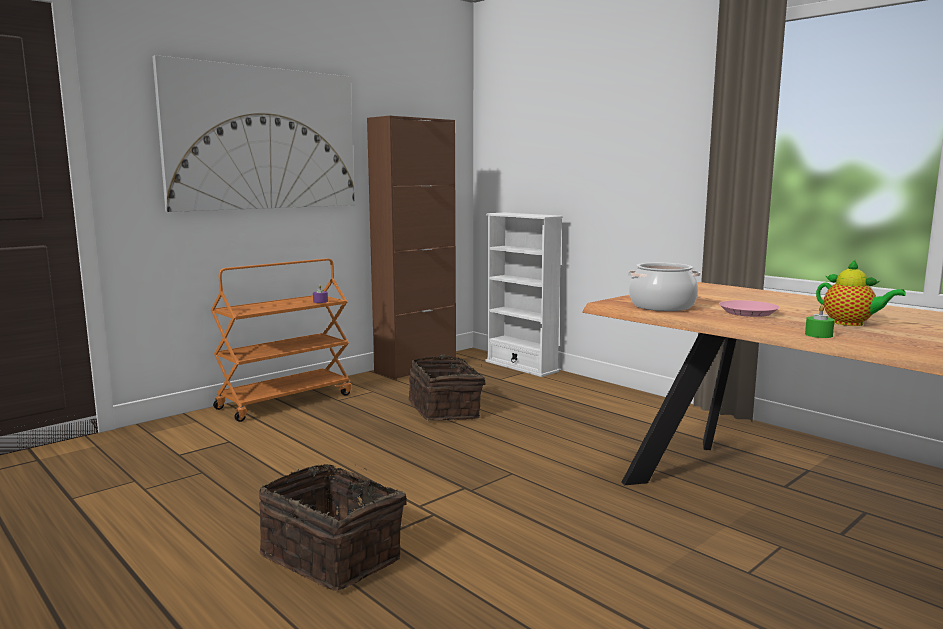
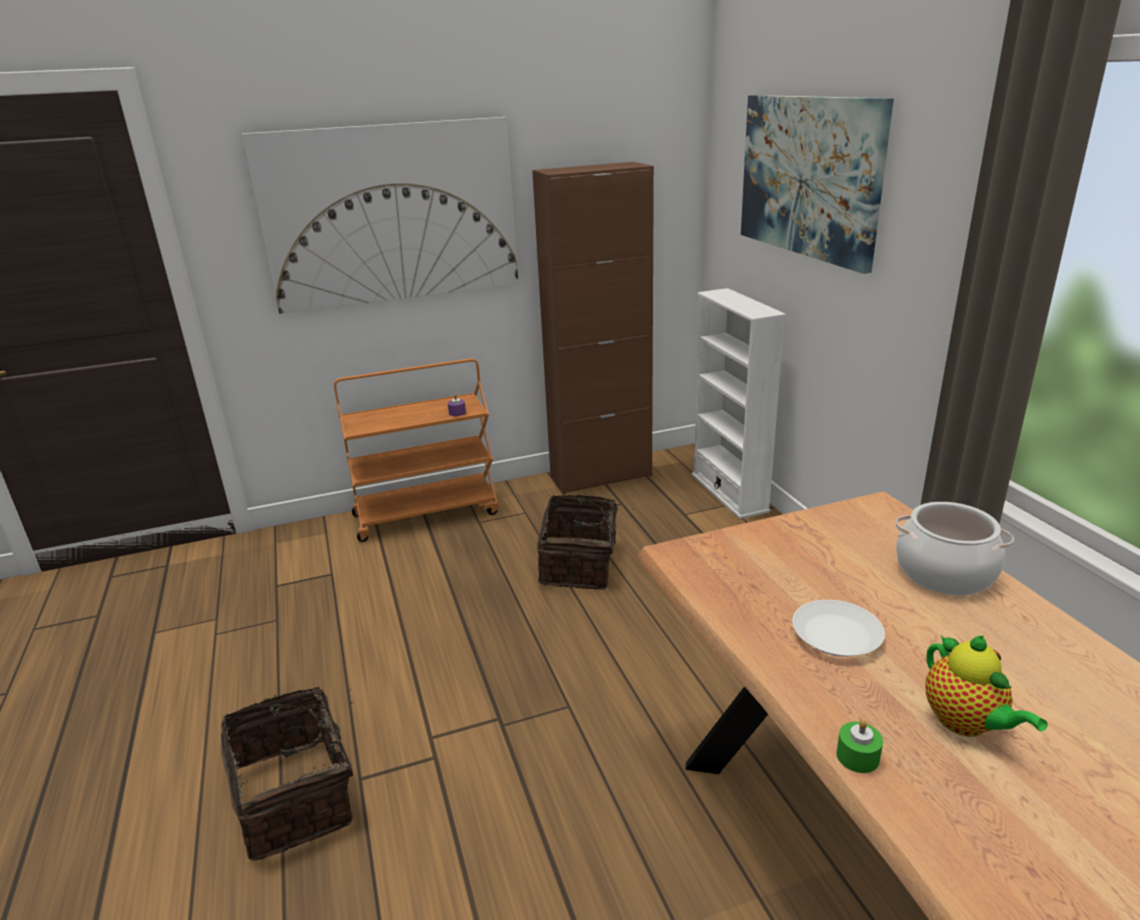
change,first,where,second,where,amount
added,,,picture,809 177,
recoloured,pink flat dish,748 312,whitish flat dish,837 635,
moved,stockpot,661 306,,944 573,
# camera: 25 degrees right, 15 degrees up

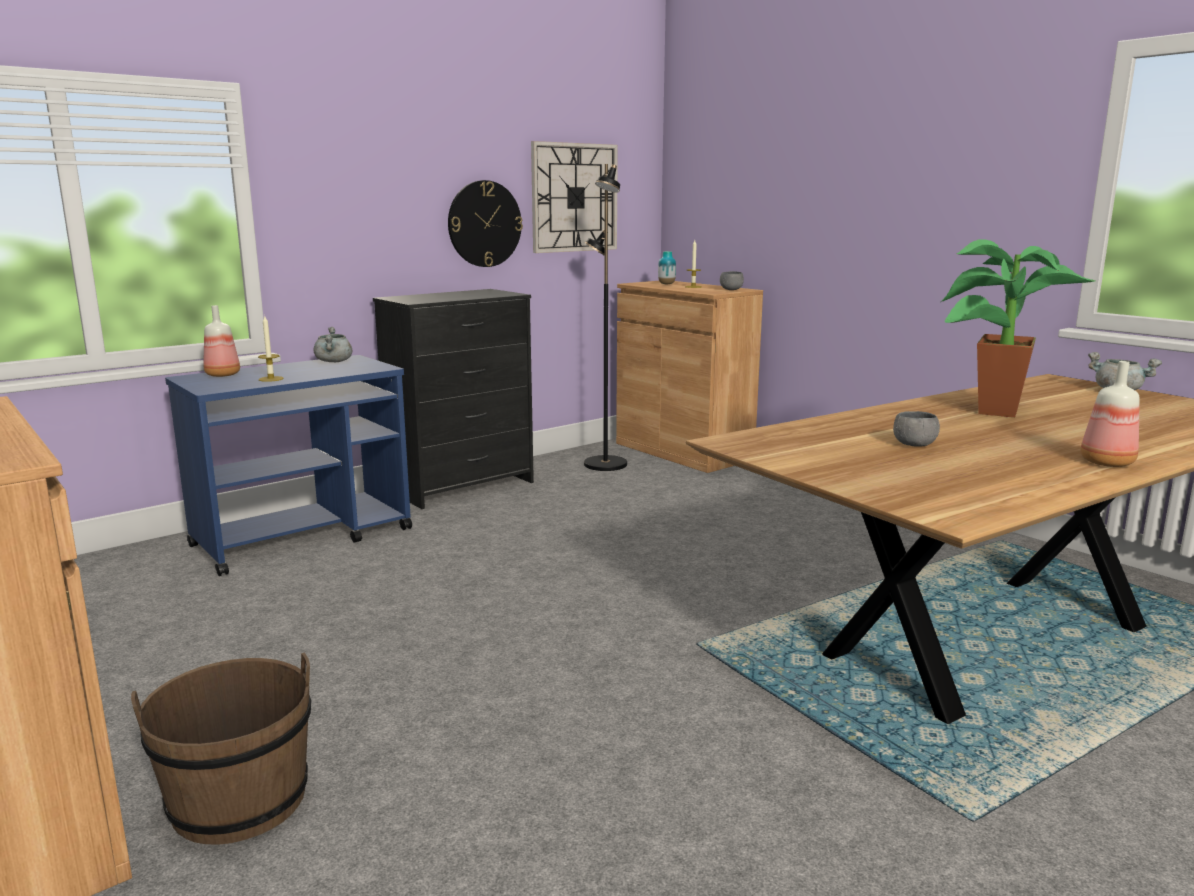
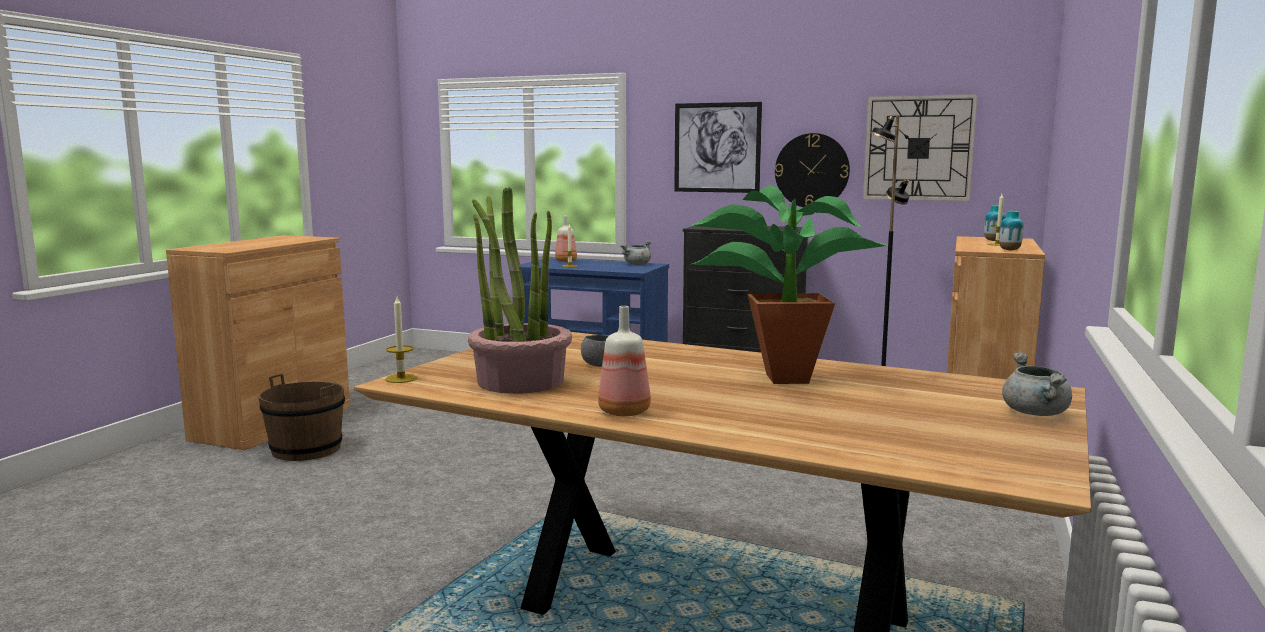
change,first,where,second,where,amount
added,,,wax candle,401 378,
added,,,houseplant,520 381,
added,,,picture,717 147,
replaced,gray deep dish,731 290,vase,1009 250,
# camera: 60 degrees right, 5 degrees down

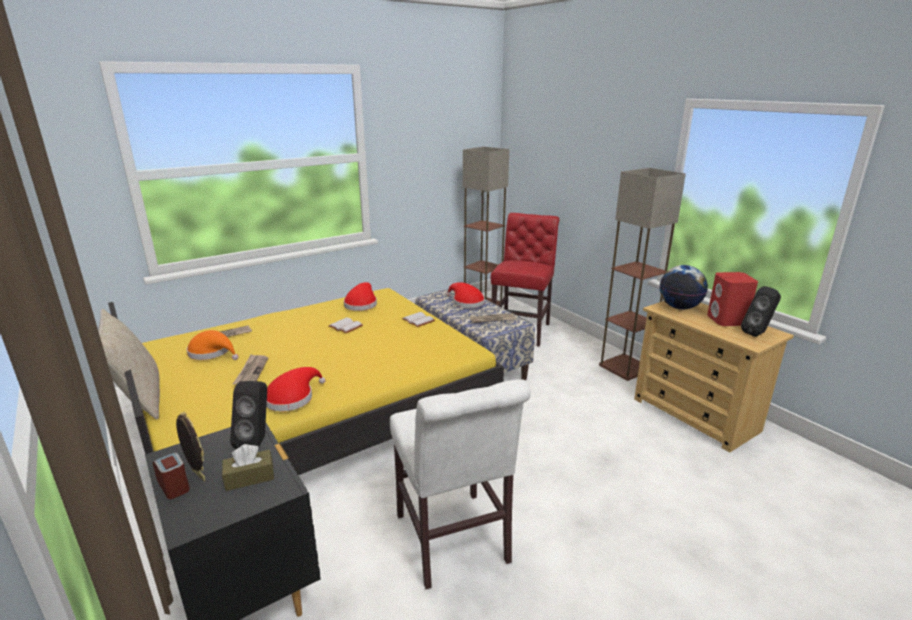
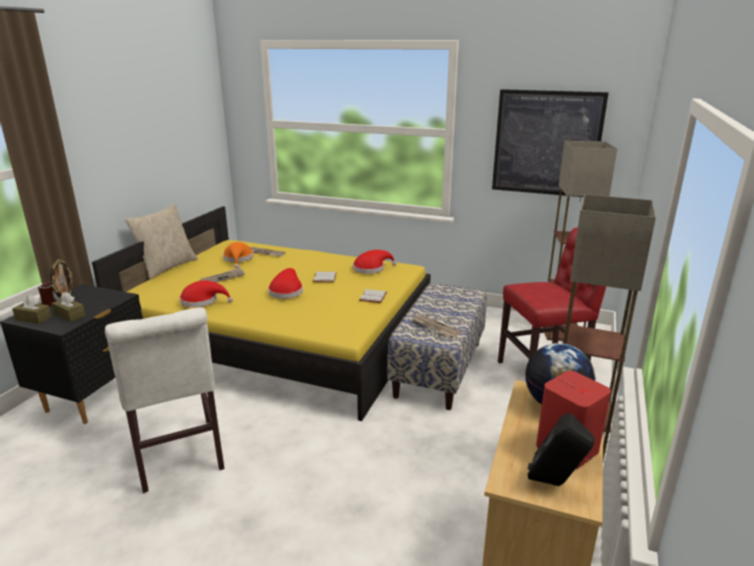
change,first,where,second,where,amount
added,,,brownish tissue box,33 318,
turned,whitish plain chair,454 543,,179 458,60 degrees counterclockwise
moved,red-coloured clothing hat,466 302,,286 291,
added,,,picture,546 143,
removed,black loudspeaker,257 442,,,
# camera: 55 degrees right, 0 degrees up

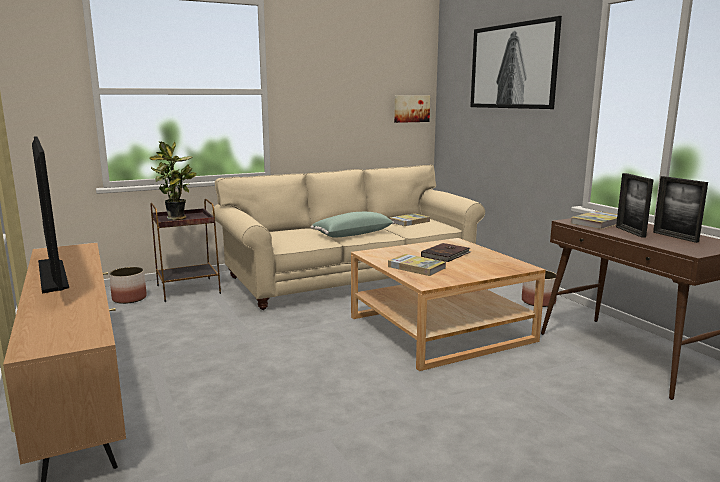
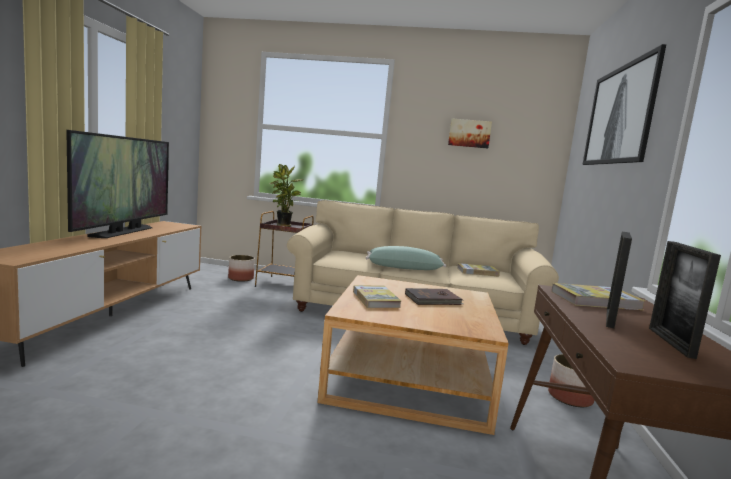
change,first,where,second,where,amount
moved,picture,411 109,,469 133,
# camera: 35 degrees right, 5 degrees down

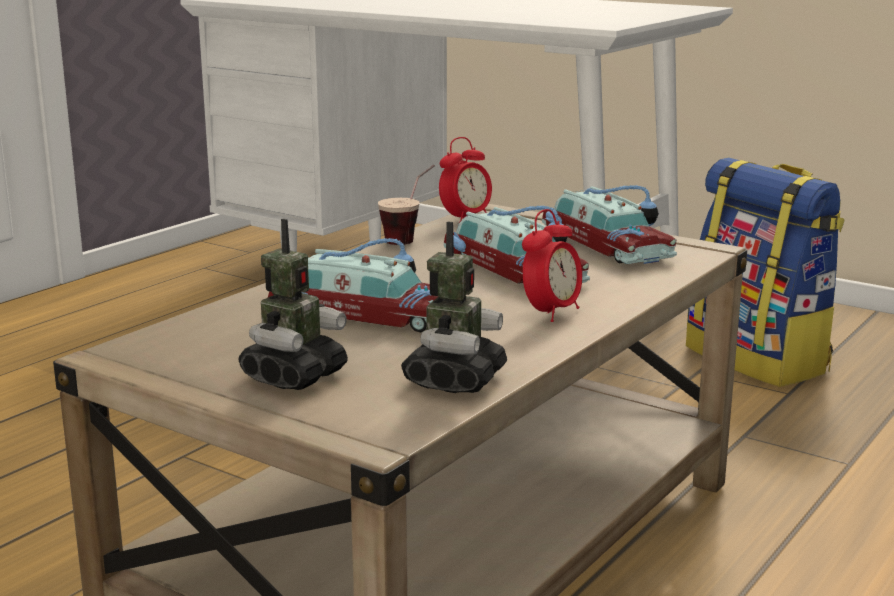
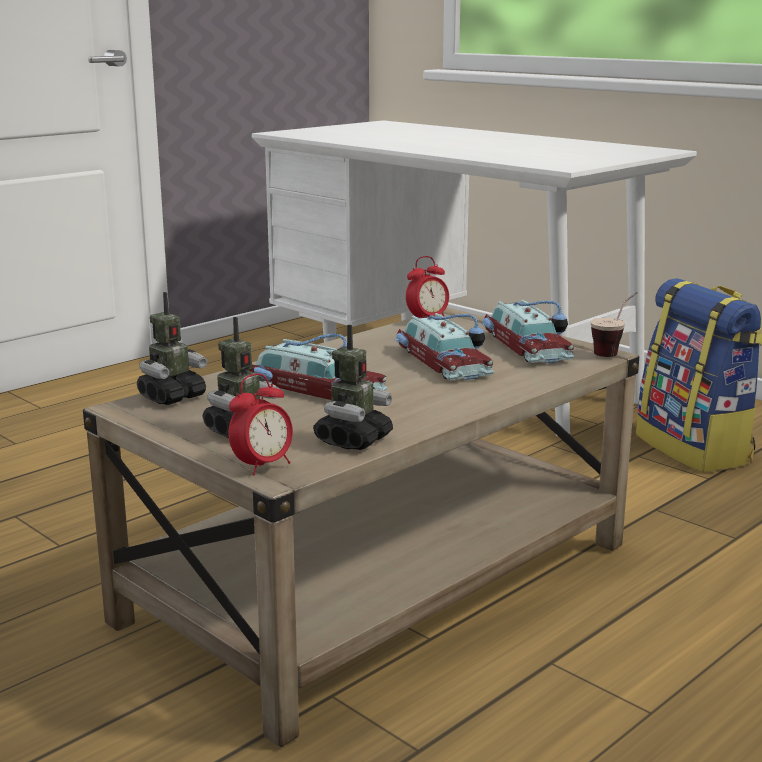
change,first,where,second,where,amount
added,,,model robot,172 397,
moved,bedside clock,551 313,,263 466,
moved,small cup,410 238,,614 351,
# camera: 10 degrees right, 0 degrees up

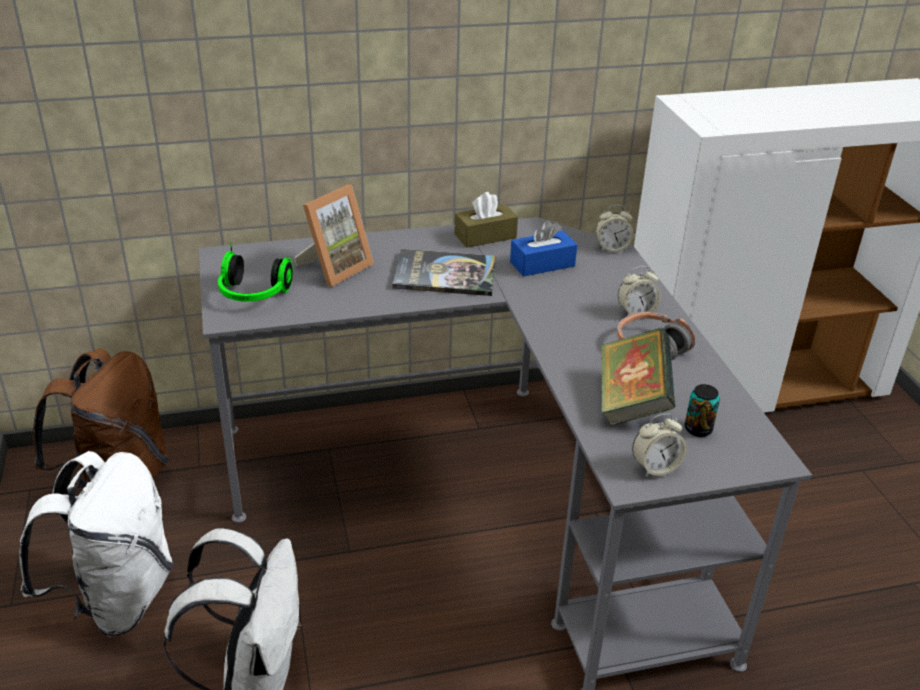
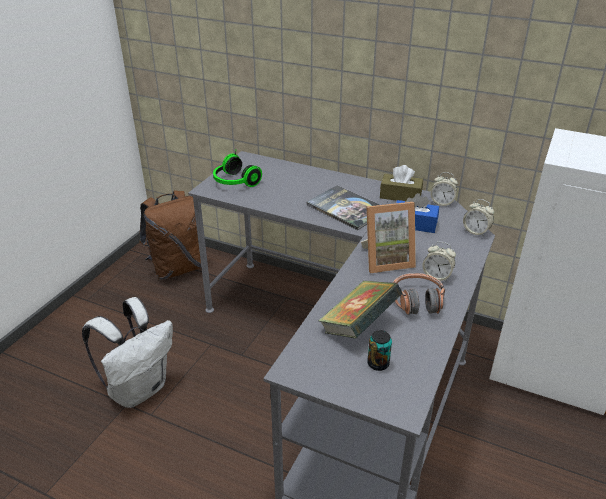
change,first,where,second,where,amount
moved,photo frame,335 268,,386 260,
moved,bedside clock,655 467,,442 203,
removed,whitish knapsack,117 599,,,
# camera: 40 degrees right, 0 degrees up

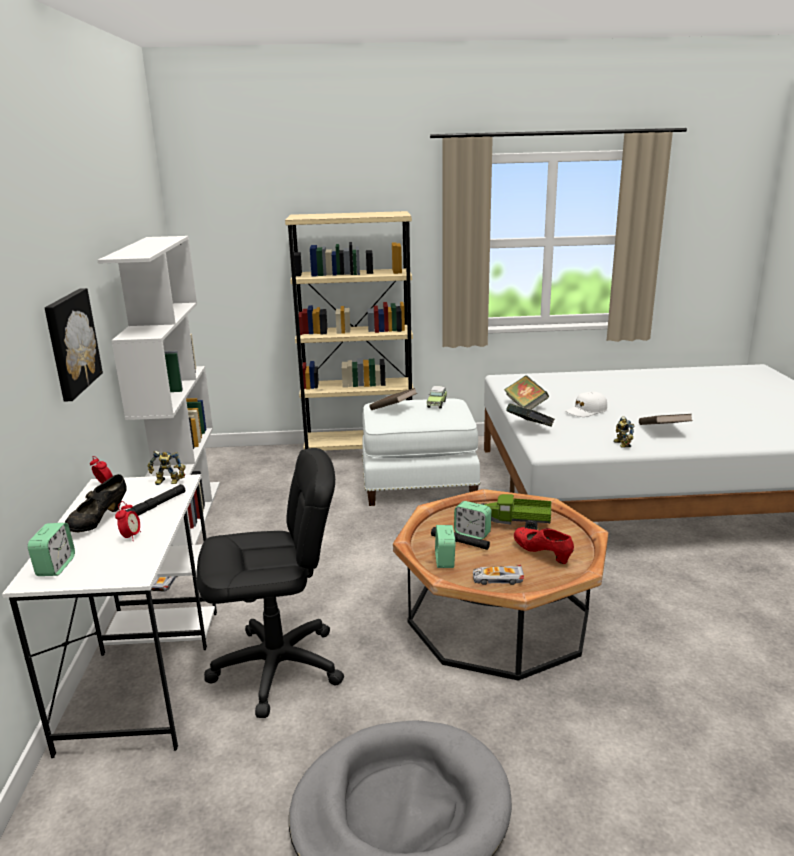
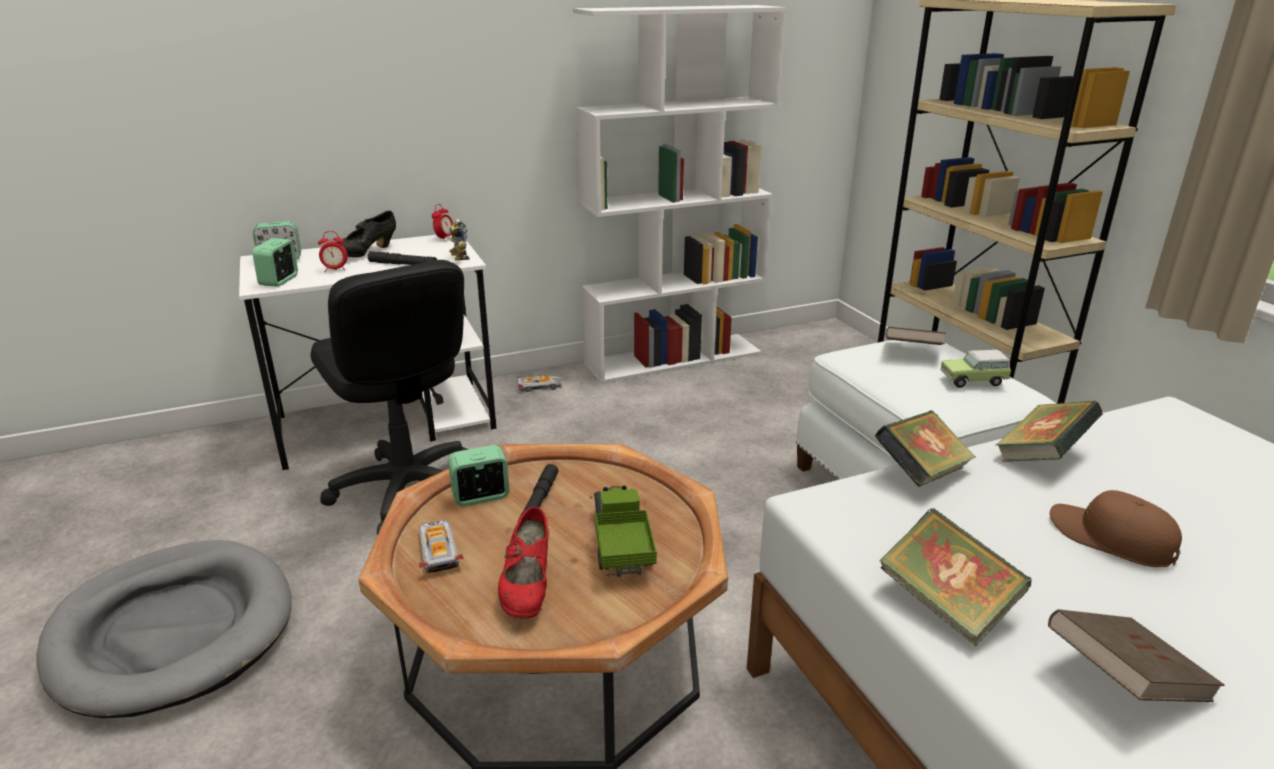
change,first,where,second,where,amount
moved,bedside clock,472 533,,279 281,
turned,black shoe,99 521,,367 253,60 degrees counterclockwise
turned,red-coloured shoe,542 554,,527 588,150 degrees clockwise
replaced,model robot,621 444,volume,946 604,
recoloured,whitish peaked cap,586 411,brownish peaked cap,1111 538,
removed,picture,70 343,,,
# camera: 70 degrees right, 5 degrees up

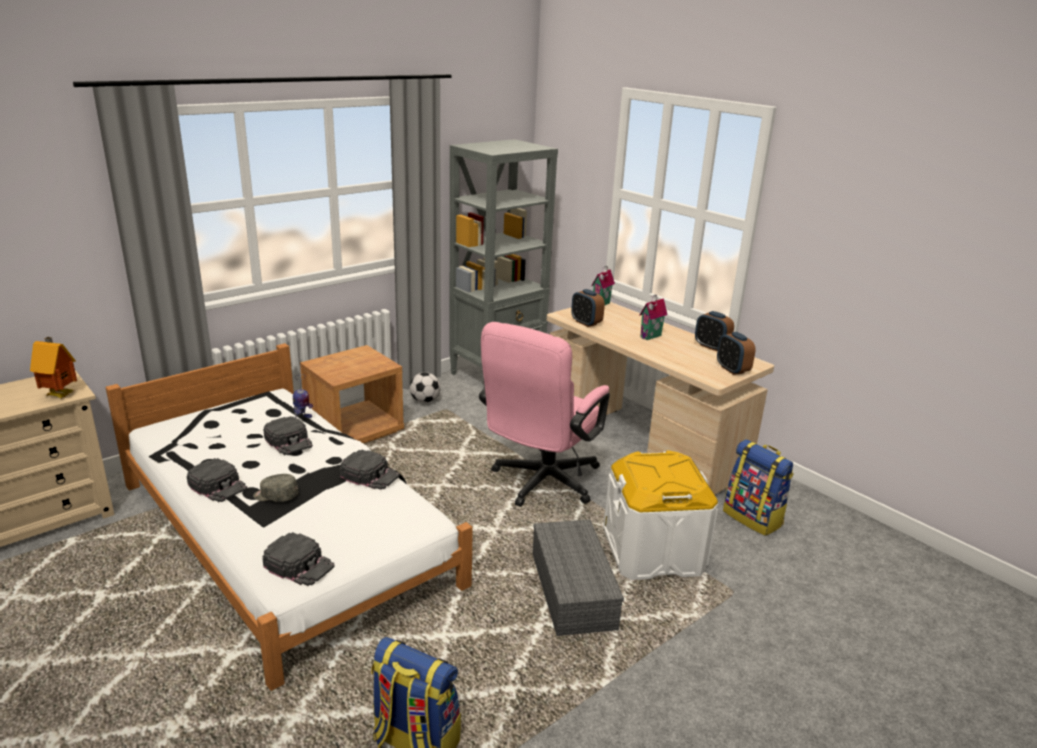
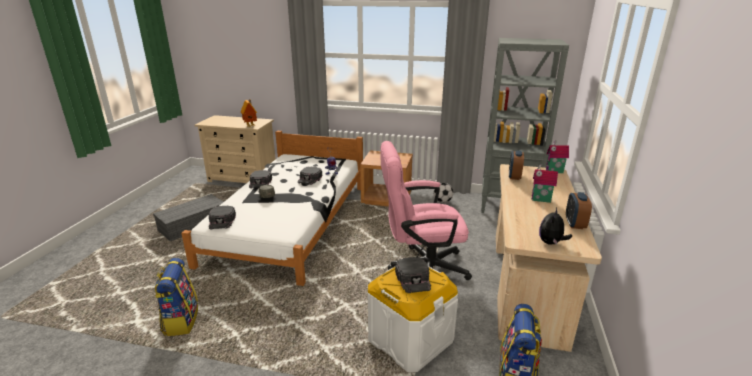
change,first,where,second,where,amount
moved,gray storage container,571 589,,194 225,
moved,black peaked cap,370 475,,413 279,
replaced,bedside clock,732 370,plush toy,551 243,
# camera: 55 degrees right, 0 degrees up

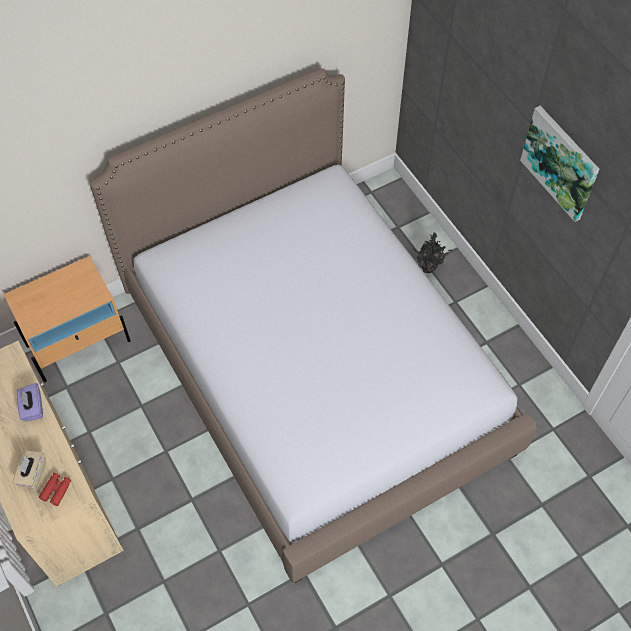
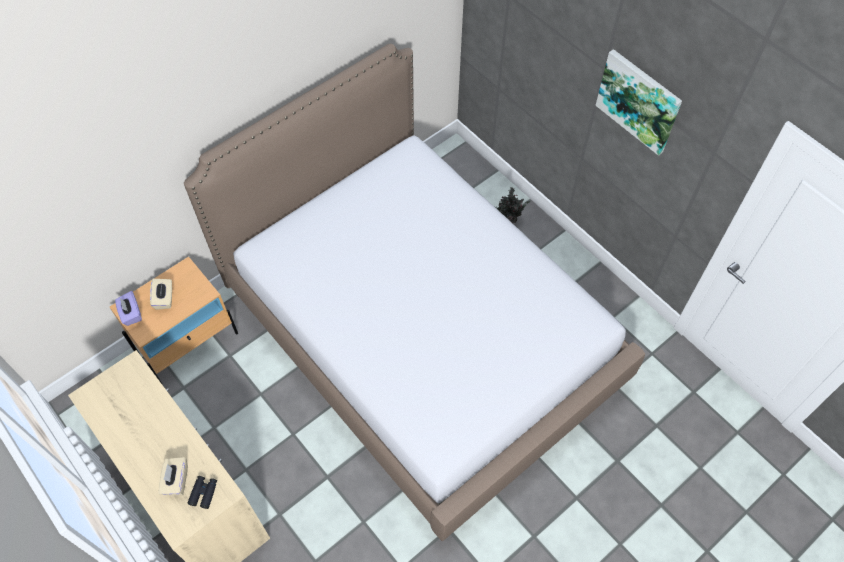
change,first,where,second,where,amount
moved,purple-coloured tissue box,32 408,,131 314,
added,,,beige-coloured tissue box,164 299,
recoloured,red-coloured field glasses,56 490,black field glasses,203 493,
# camera: 10 degrees left, 0 degrees up

